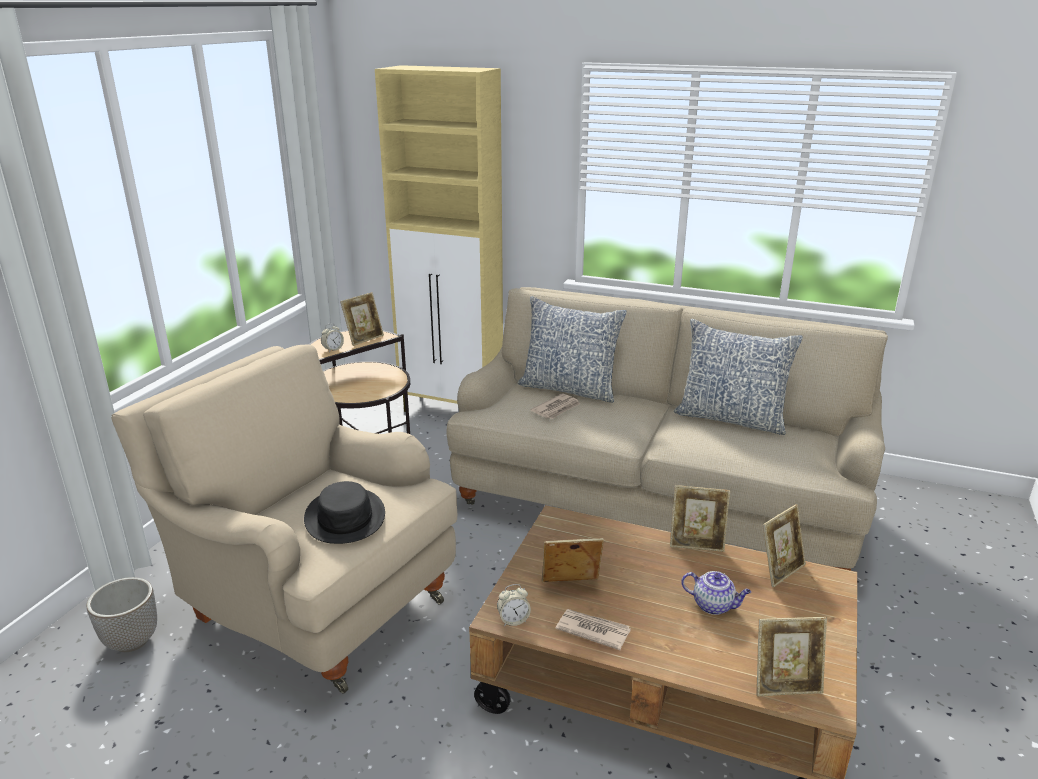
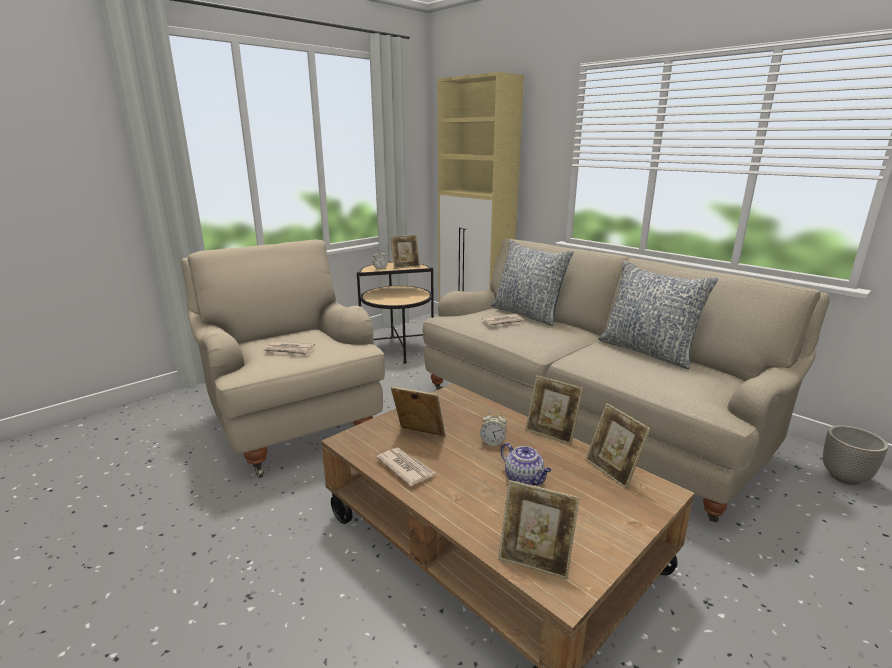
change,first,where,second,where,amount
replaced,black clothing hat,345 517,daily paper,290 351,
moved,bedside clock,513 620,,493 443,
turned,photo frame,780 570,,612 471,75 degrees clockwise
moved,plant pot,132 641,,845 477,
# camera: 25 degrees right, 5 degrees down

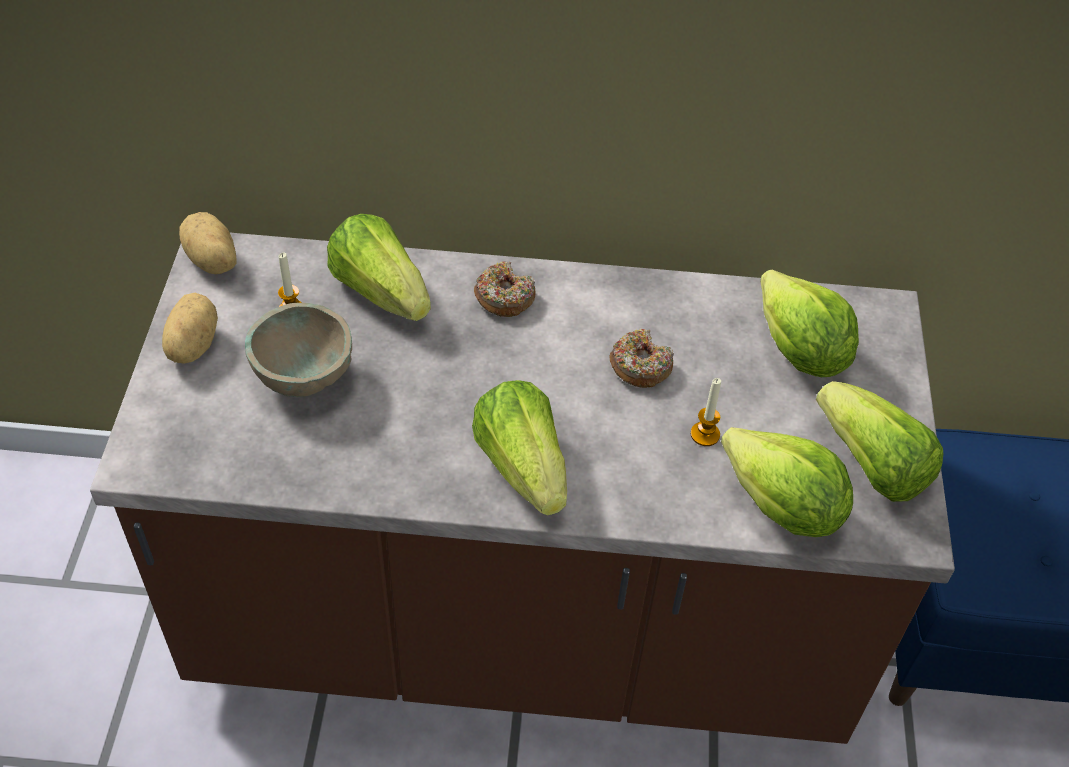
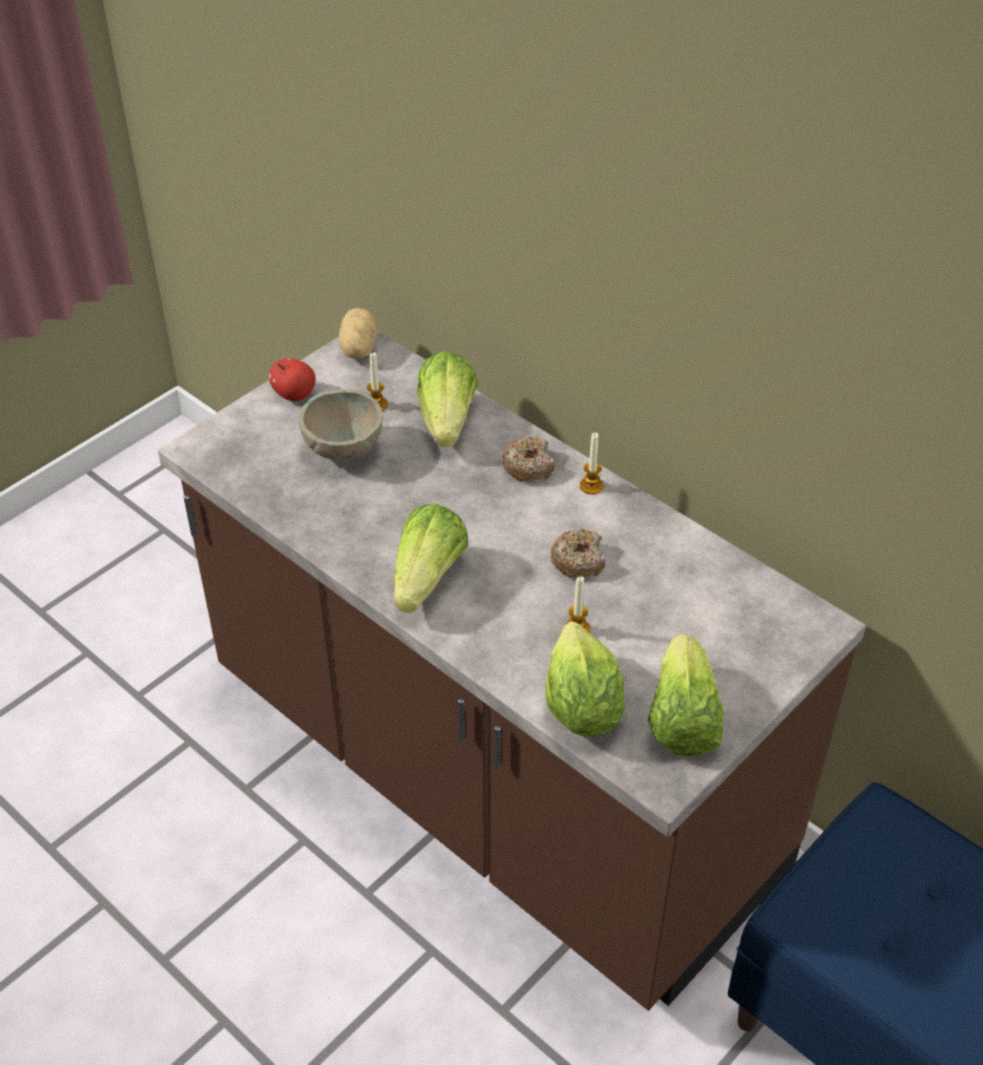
change,first,where,second,where,amount
replaced,potato,191 345,apple fruit,294 395,
added,,,wax candle,591 486,
removed,lettuce head,799 352,,,
# camera: 40 degrees right, 5 degrees down

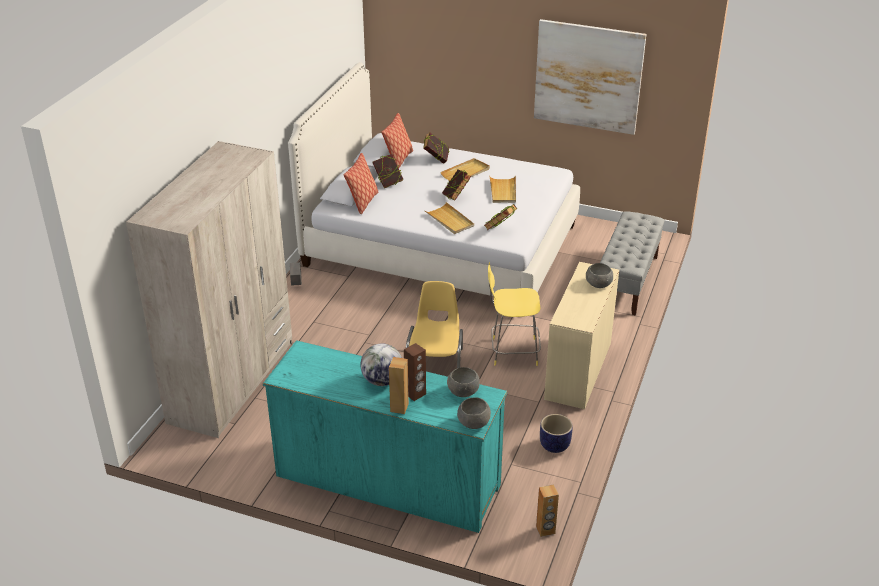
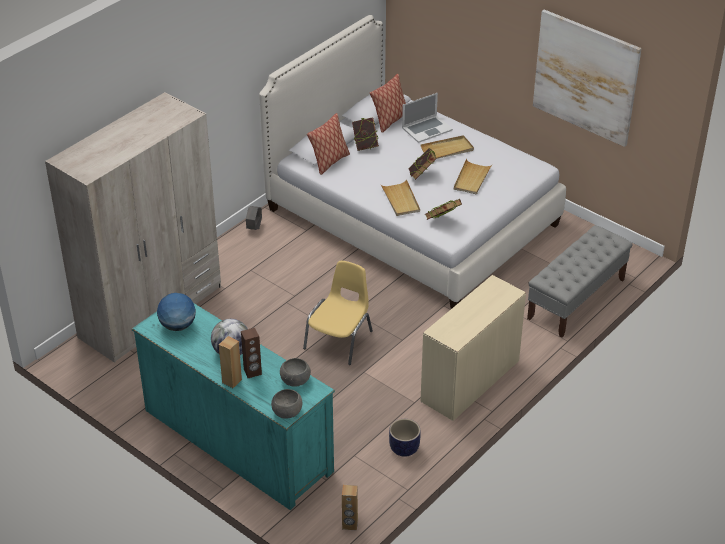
change,first,where,second,where,amount
added,,,world globe,177 326,
replaced,volume,436 160,laptop,427 129,
removed,yellow sitting stool,512 351,,,
removed,gray deep dish,598 284,,,
# camera: 20 degrees right, 5 degrees up

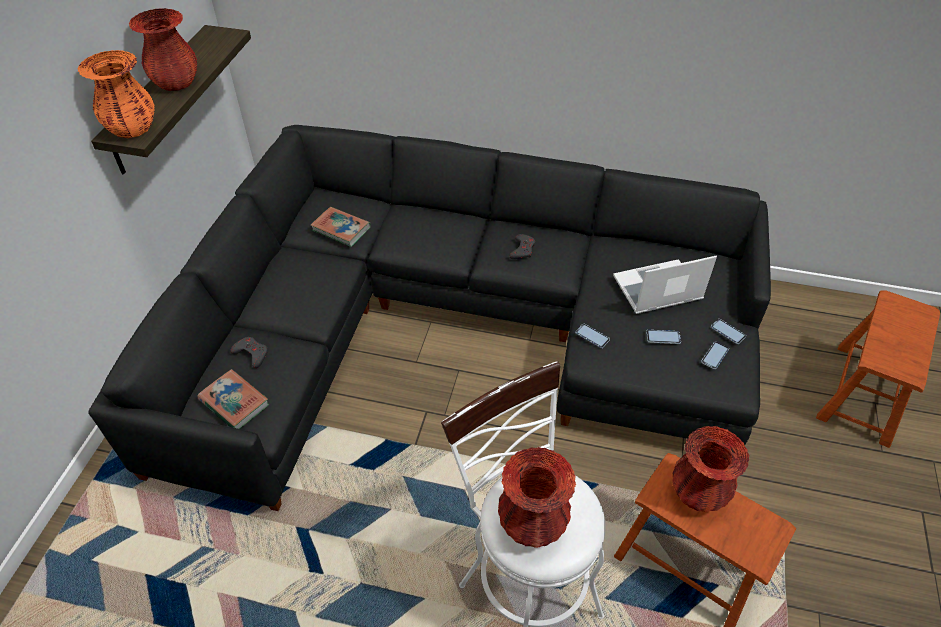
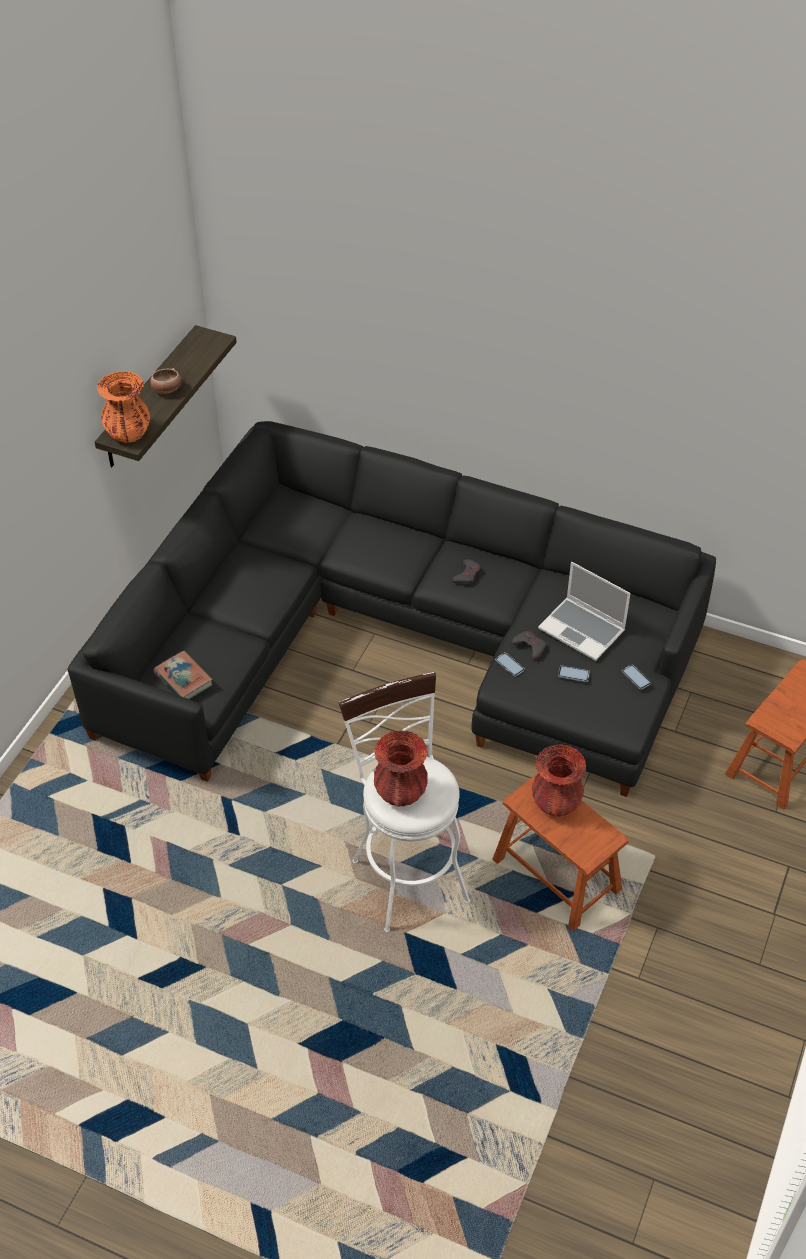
change,first,where,second,where,amount
replaced,red-coloured vase,176 83,deep dish,166 390,
moved,gray game controller,251 354,,529 646,
turned,laptop,656 290,,583 630,135 degrees counterclockwise
removed,volume,341 229,,,
removed,telephone,714 356,,,
# camera: 10 degrees right, 0 degrees up

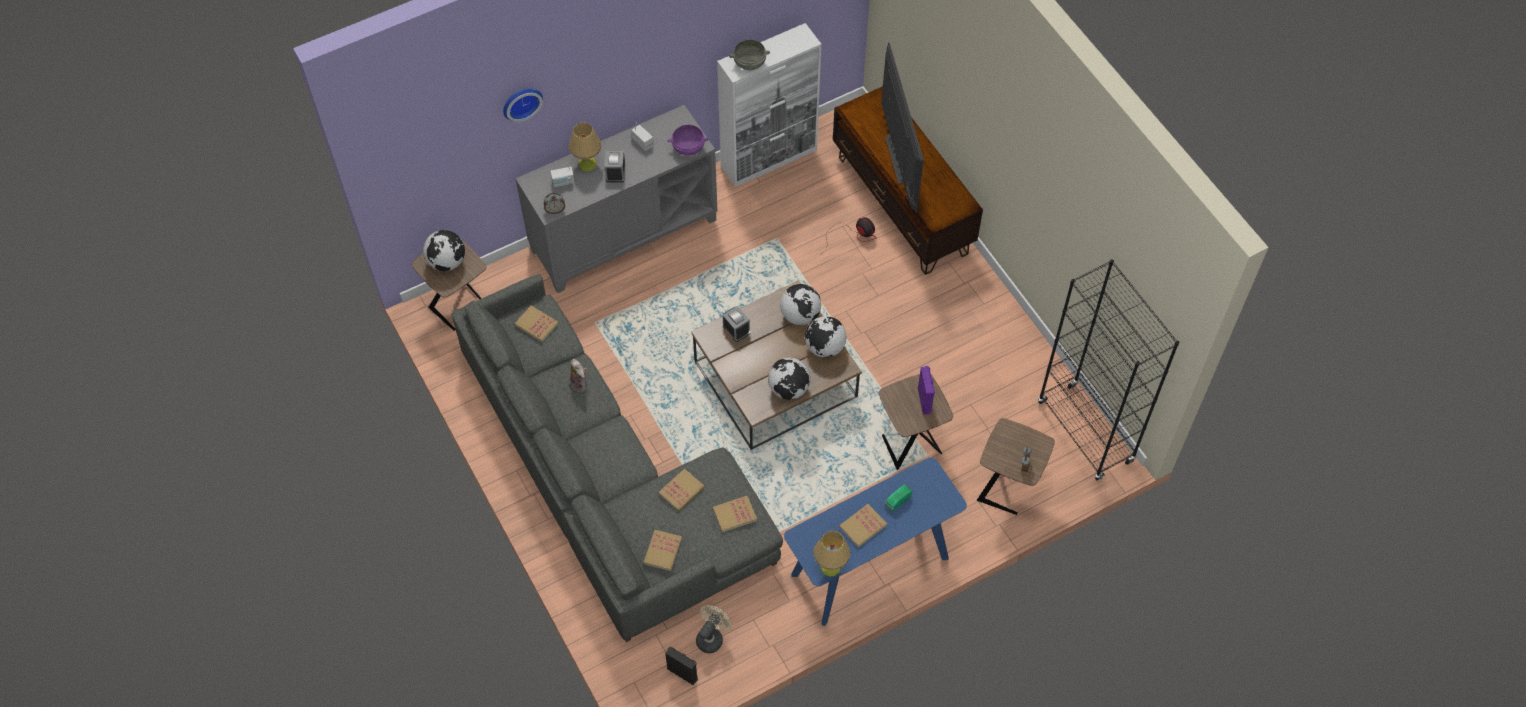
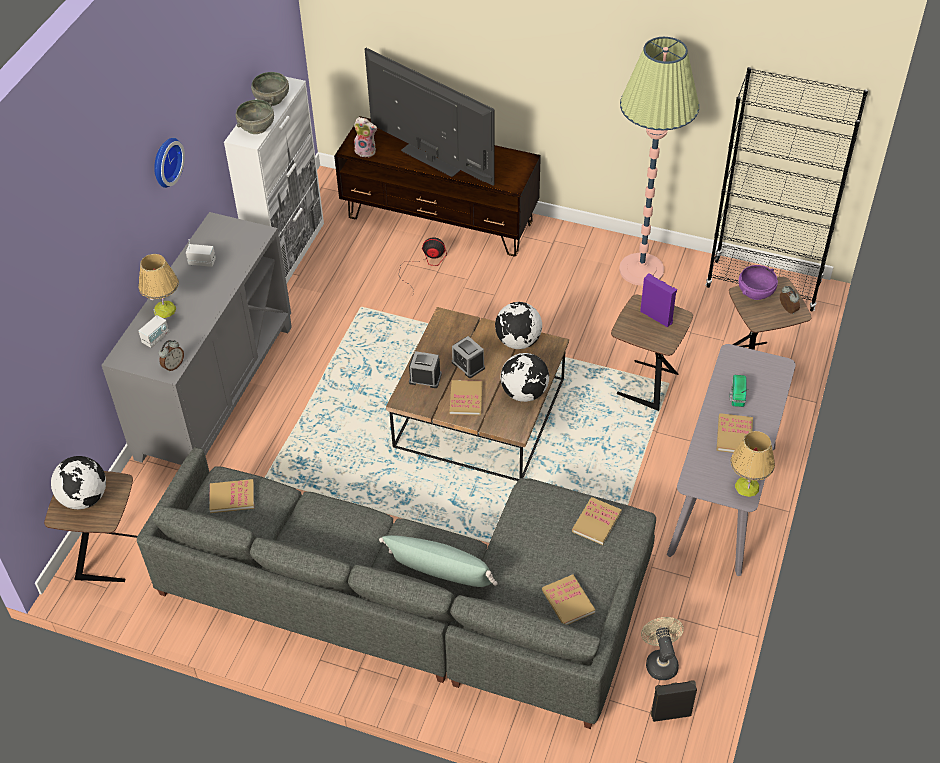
change,first,where,second,where,amount
moved,clock on the wall,521 102,,165 161,
added,,,gray deep dish,272 99,
moved,plush toy,580 384,,366 151,
added,,,green throw pillow,440 572,
moved,volume,681 491,,466 399,
moved,bedside clock,615 172,,468 365,
added,,,floor lamp,641 270,
recoloured,blue hall table,870 567,gray hall table,723 500,
moved,purple-coloured deep dish,688 147,,755 292,
removed,world globe,800 315,,,
# camera: 40 degrees left, 10 degrees down

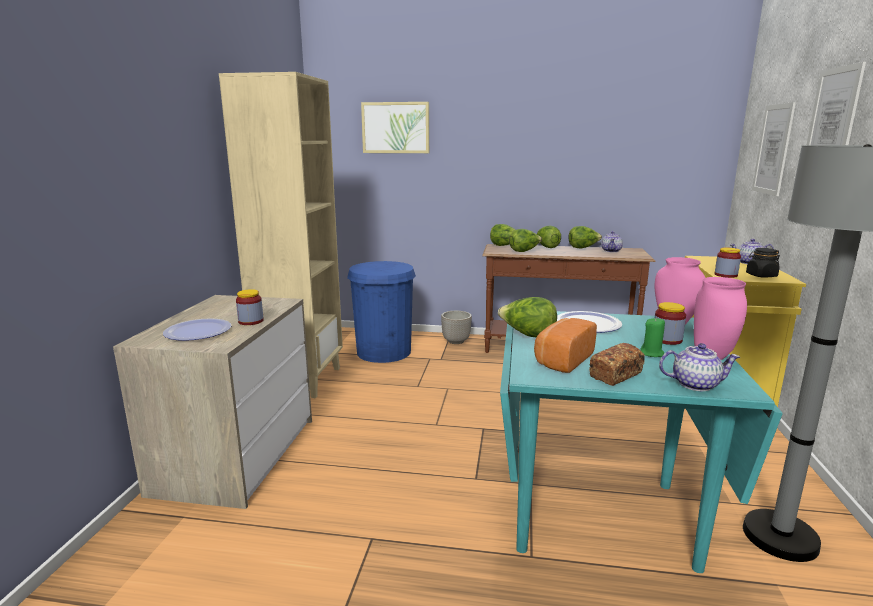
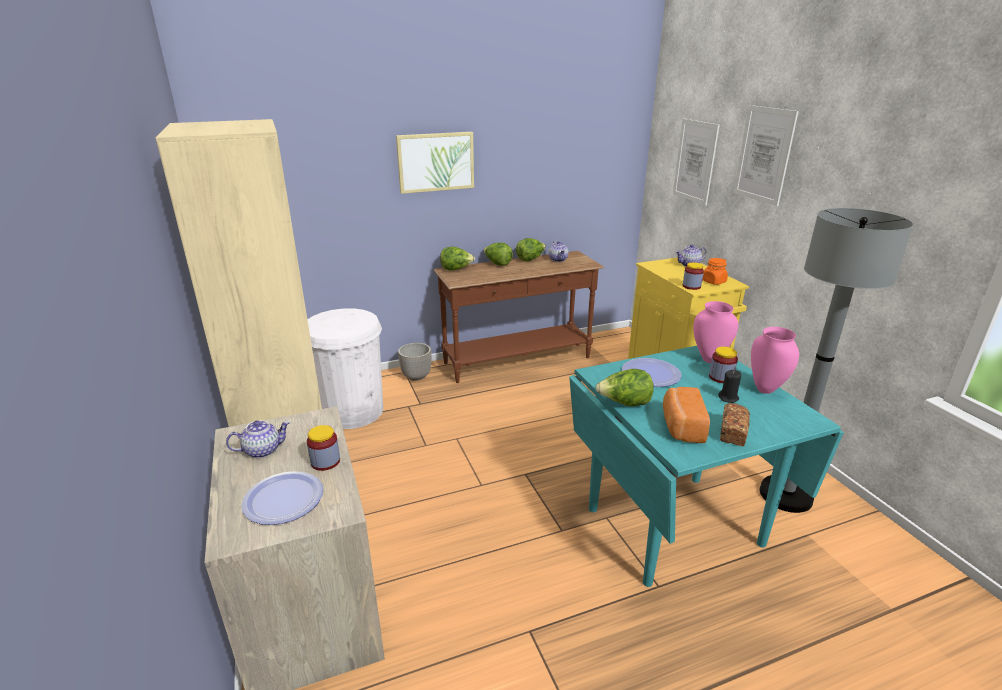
change,first,where,second,where,amount
moved,pot for tea,695 384,,263 450,
recoloured,blue trash can,384 352,whitish trash can,352 411,
moved,picture,395 128,,435 162,
recoloured,black preserve jar,761 275,orange preserve jar,713 282,
recoloured,green wax candle,652 353,black wax candle,728 398,
removed,lettuce head,524 251,,,
# camera: 30 degrees left, 10 degrees up

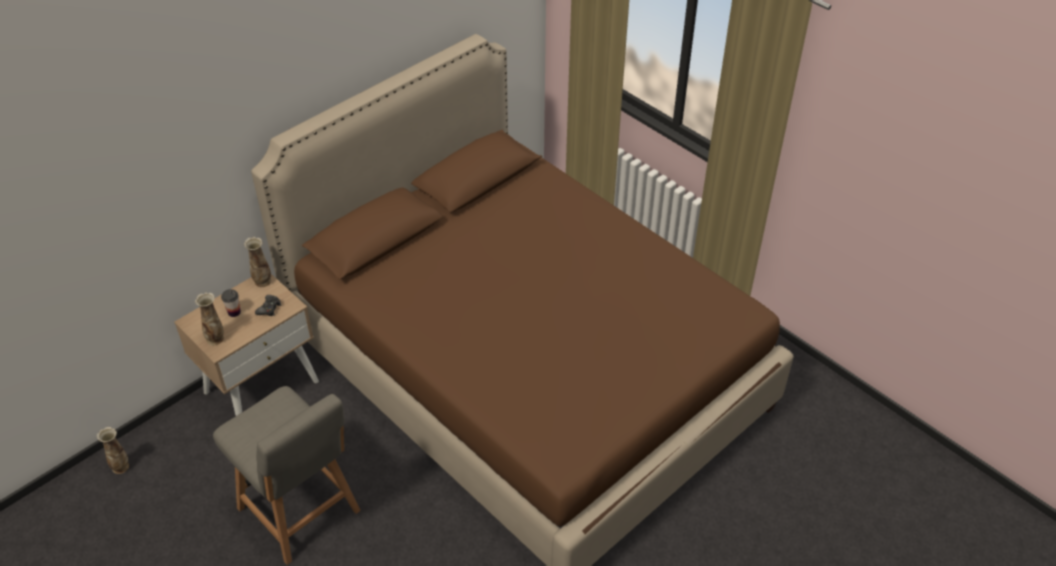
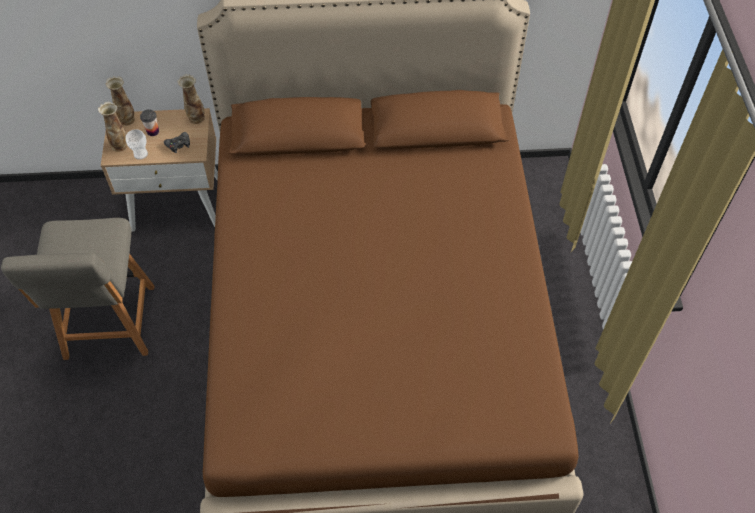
change,first,where,second,where,amount
moved,vase,121 467,,127 120,
added,,,small cup,140 154,
# camera: 40 degrees right, 10 degrees up

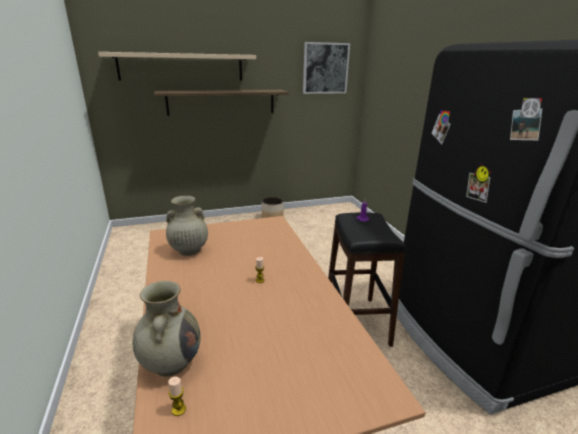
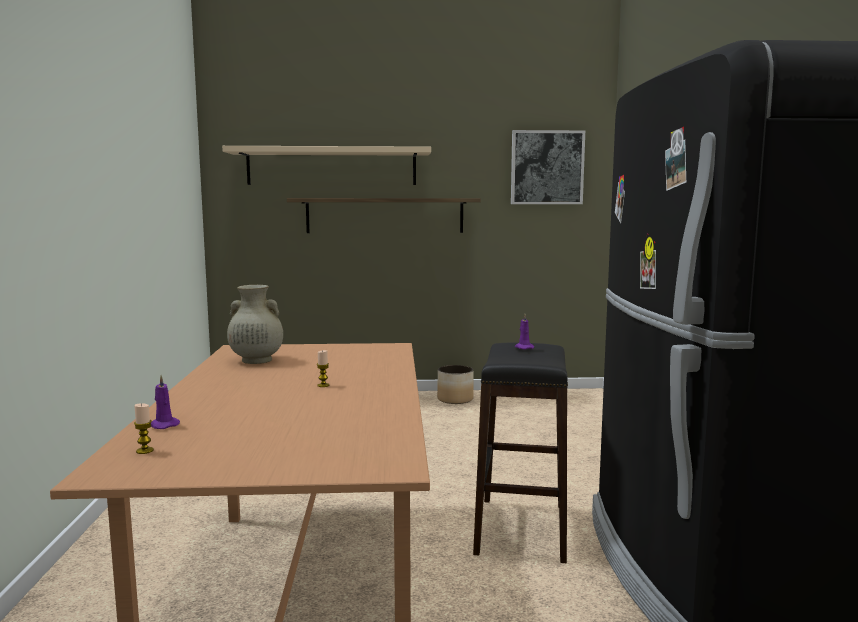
change,first,where,second,where,amount
replaced,beige-coloured vase,171 362,purple-coloured wax candle,163 425,
# camera: 15 degrees right, 15 degrees down

